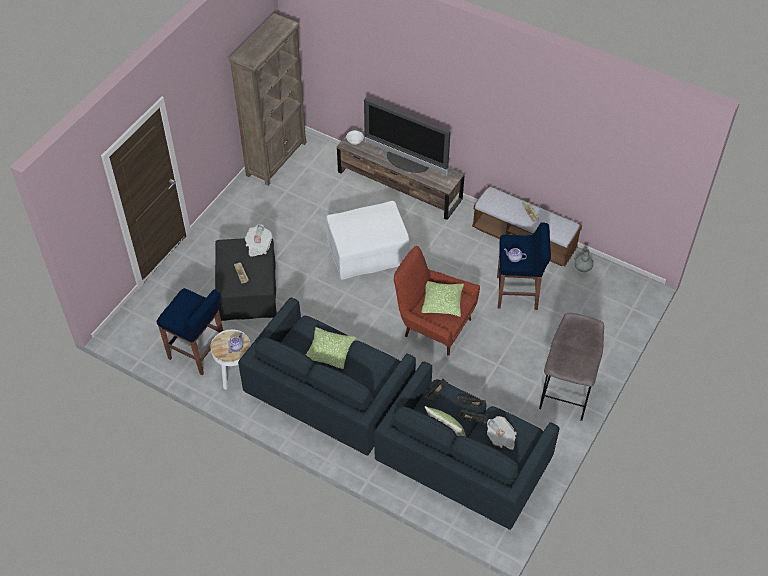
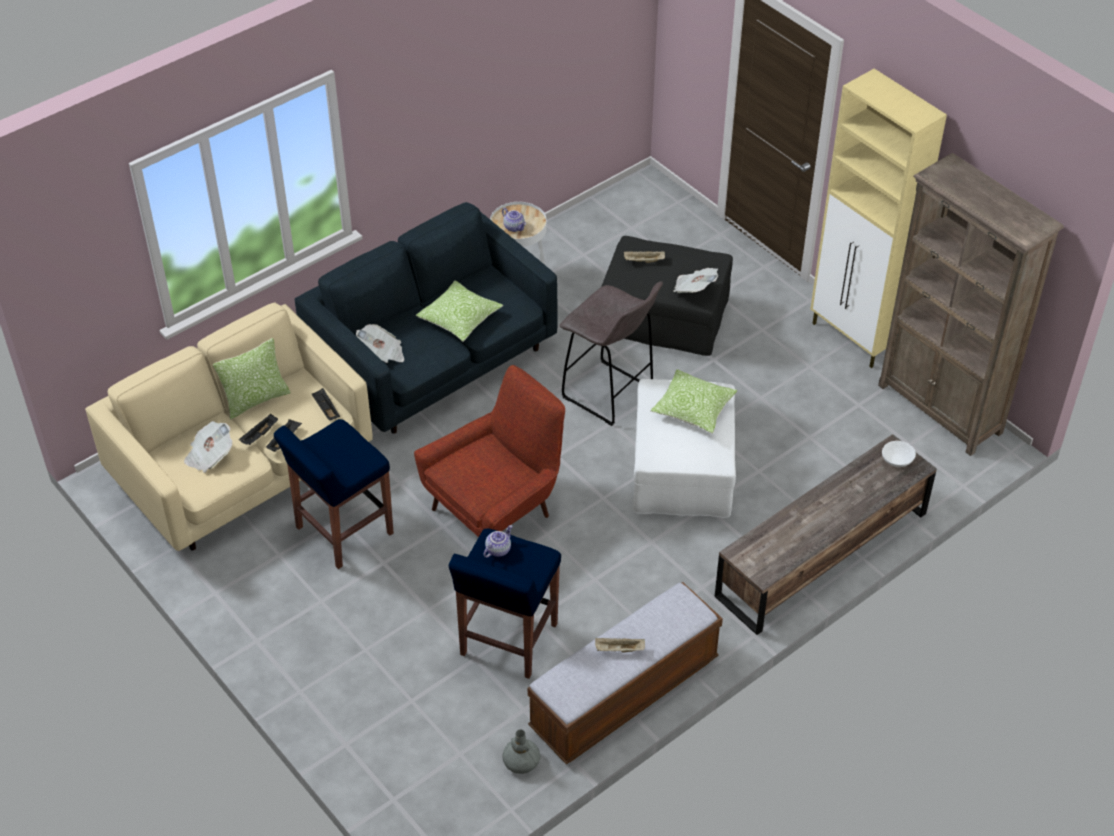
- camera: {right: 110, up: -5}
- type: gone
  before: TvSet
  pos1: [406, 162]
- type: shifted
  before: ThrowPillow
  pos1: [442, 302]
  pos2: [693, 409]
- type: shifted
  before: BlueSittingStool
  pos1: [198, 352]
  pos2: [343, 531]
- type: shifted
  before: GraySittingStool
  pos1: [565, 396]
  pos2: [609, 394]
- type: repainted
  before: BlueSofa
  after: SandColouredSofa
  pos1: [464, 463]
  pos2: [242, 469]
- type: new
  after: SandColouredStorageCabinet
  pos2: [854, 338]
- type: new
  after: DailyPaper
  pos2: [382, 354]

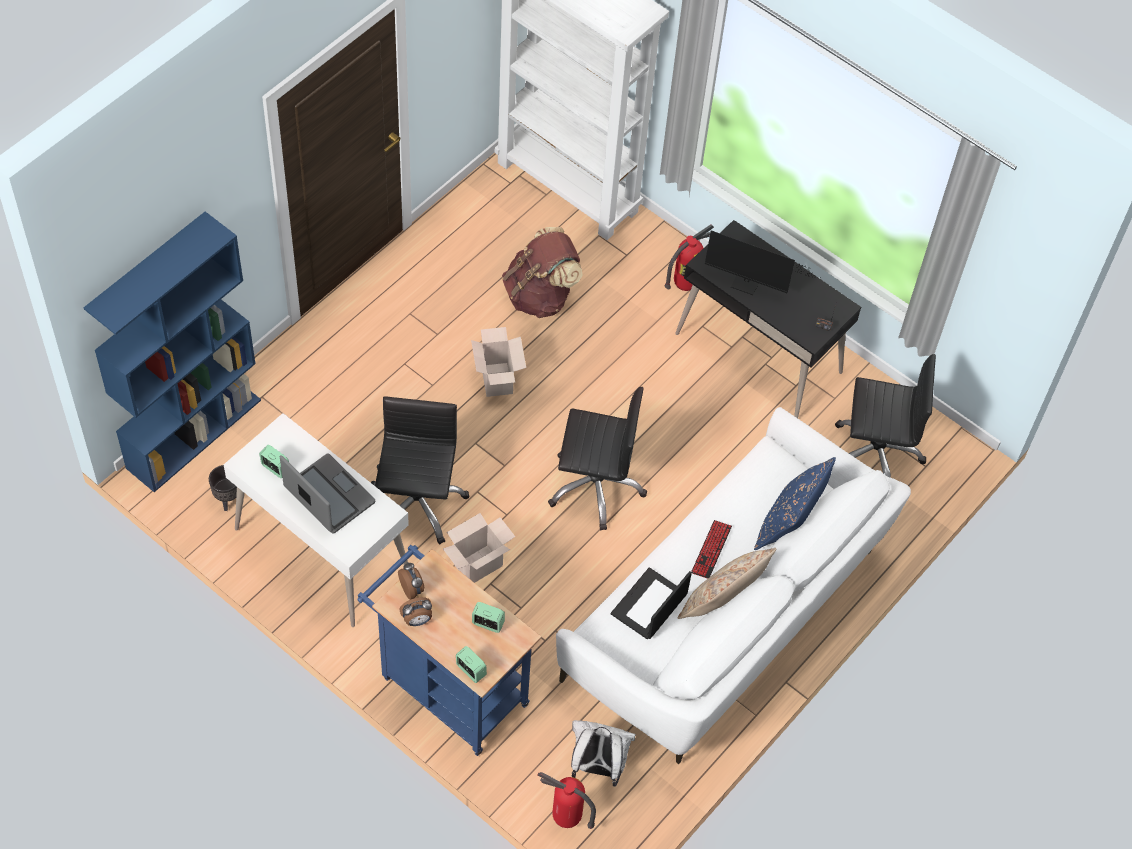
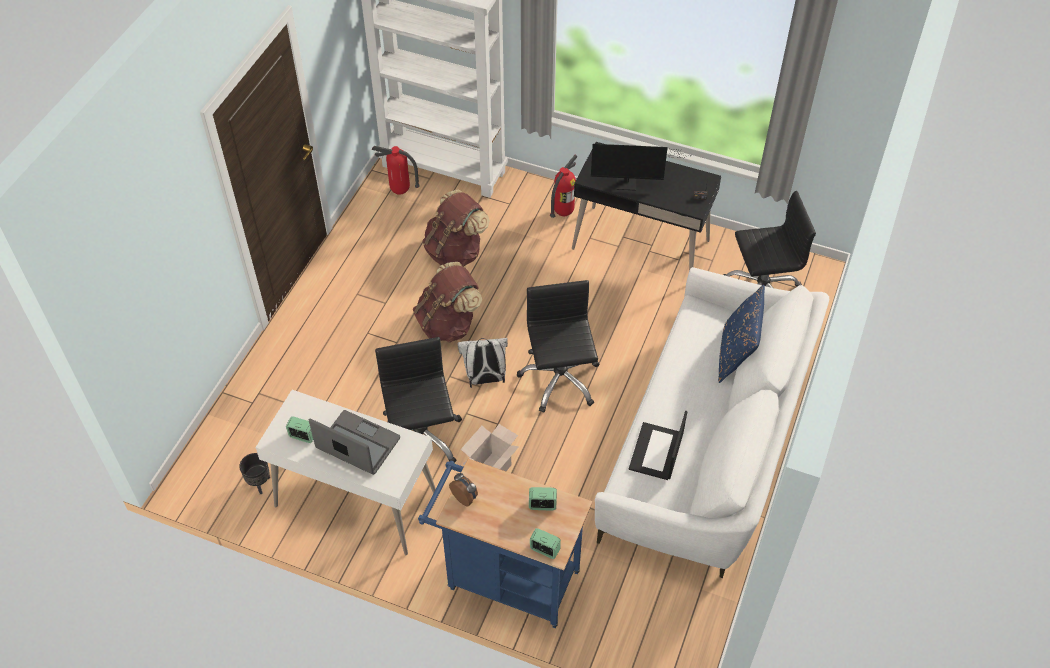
- camera: {right: -15, up: -5}
- type: gone
  before: BlueBookshelf
  pos1: [194, 433]
- type: swapped
  before: Carton
  after: BrownColouredRucksack
  pos1: [498, 381]
  pos2: [448, 324]
- type: rotated
  before: BlackColouredOfficeChair
  pos1: [595, 486]
  pos2: [559, 380]
  turn: -90
- type: gone
  before: PcKeyboard
  pos1: [711, 550]
- type: gone
  before: SandColouredThrowPillow
  pos1: [721, 603]
- type: gone
  before: TableClock
  pos1: [417, 620]
- type: shifted
  before: WhiteColouredRucksack
  pos1: [597, 767]
  pos2: [485, 379]
- type: shifted
  before: FireExtinguisher
  pos1: [566, 819]
  pos2: [400, 191]

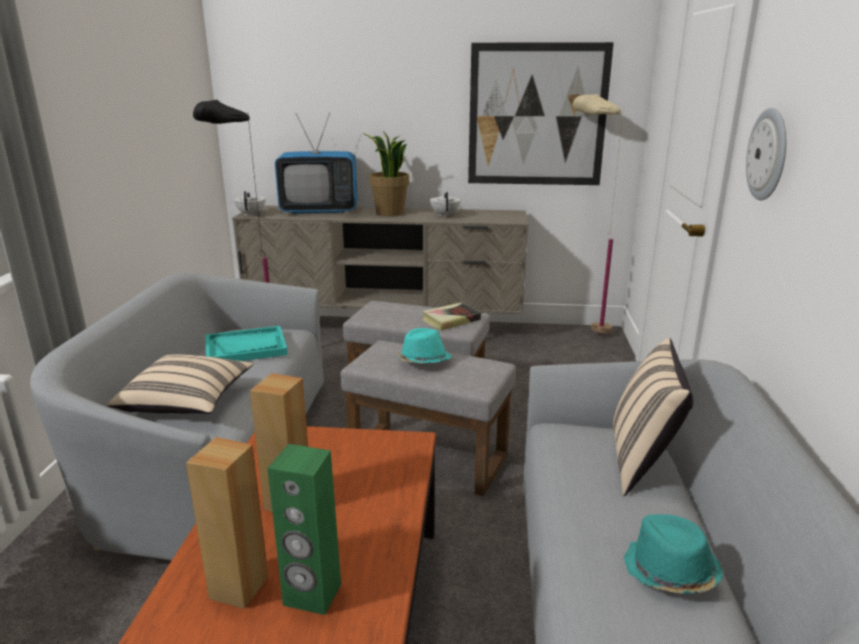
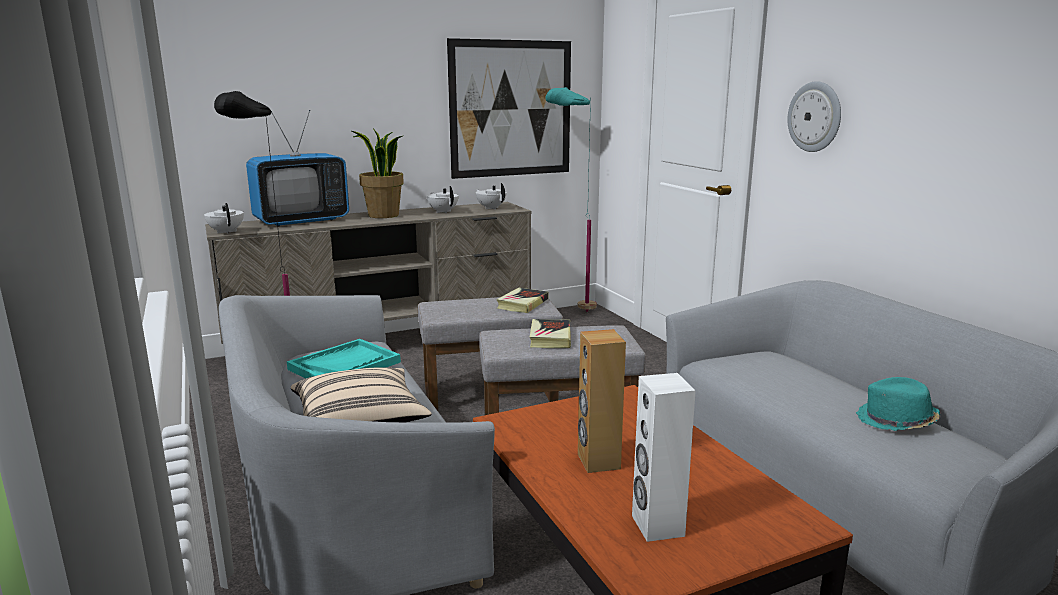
- camera: {right: -30, up: -5}
- type: repainted
  before: SandColouredFloorLamp
  after: TurquoiseFloorLamp
  pos1: [582, 332]
  pos2: [570, 313]
- type: swapped
  before: TurquoiseClothingHat
  after: Volume
  pos1: [423, 362]
  pos2: [550, 338]
- type: gone
  before: SandColouredThrowPillow
  pos1: [642, 462]
- type: repainted
  before: BrownColouredSpeaker
  after: WhiteColouredSpeaker
  pos1: [238, 587]
  pos2: [657, 526]
- type: gone
  before: GreenSpeaker
  pos1: [312, 595]
- type: new
  after: WhiteColouredTeaPot
  pos2: [491, 208]

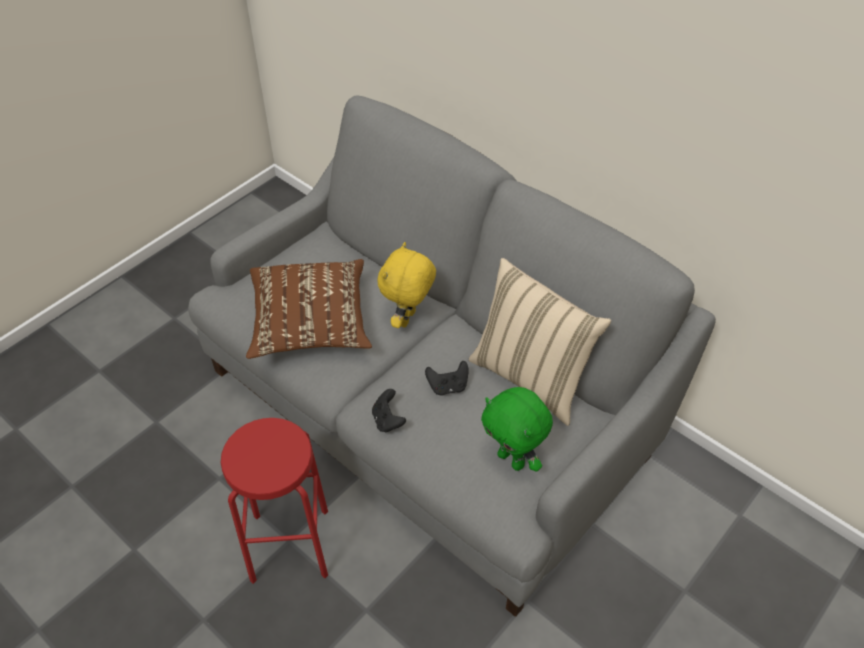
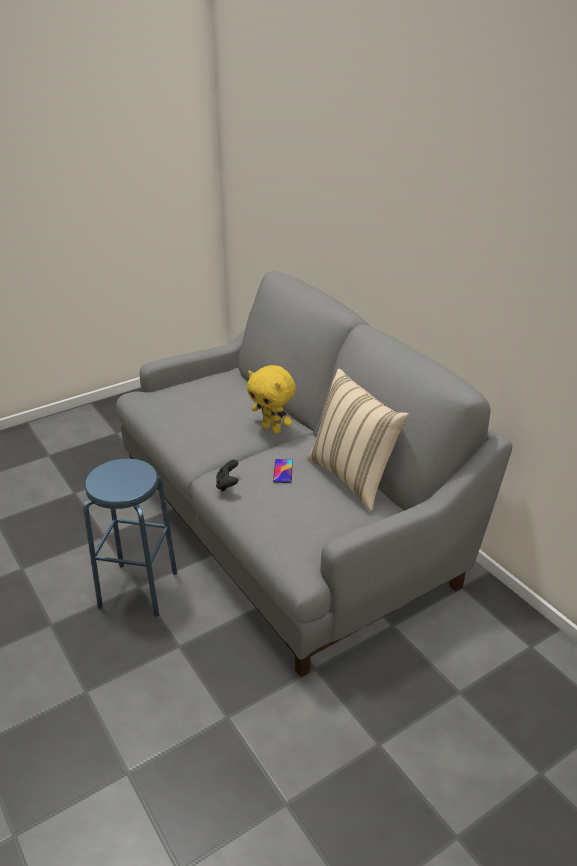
- camera: {right: 15, up: -15}
- type: rotated
  before: YellowColouredPlushToy
  pos1: [408, 319]
  pos2: [272, 429]
  turn: -90
- type: gone
  before: BrownColouredThrowPillow
  pos1: [310, 323]
- type: swapped
  before: BlackColouredGameController
  after: Handset
  pos1: [448, 386]
  pos2: [283, 471]
- type: gone
  before: GreenPlushToy
  pos1: [512, 459]
- type: repainted
  before: RedSittingStool
  after: BlueSittingStool
  pos1: [290, 544]
  pos2: [138, 589]

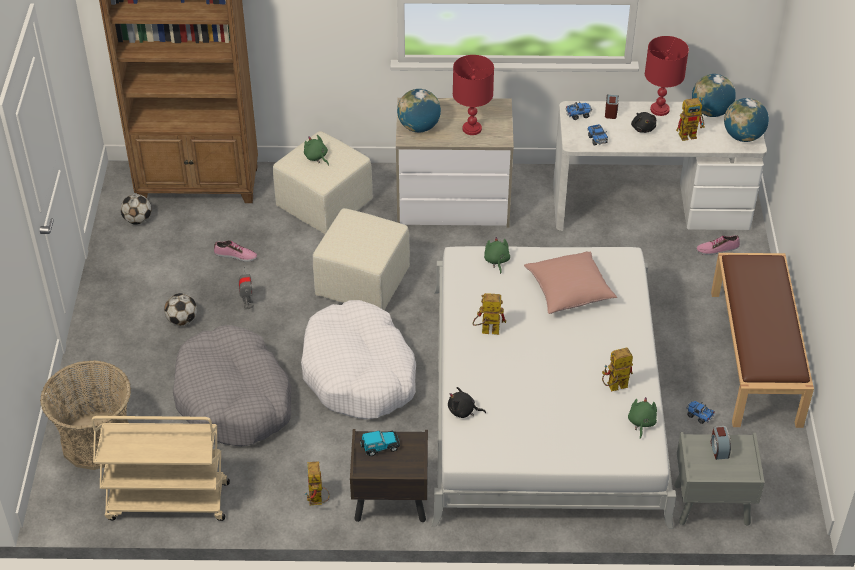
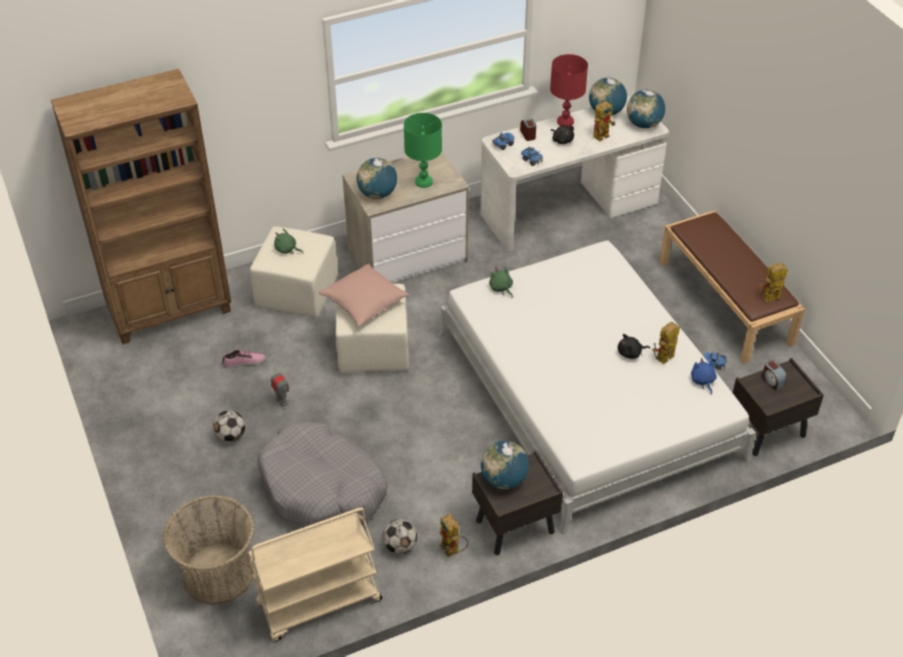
- camera: {right: -25, up: 0}
- type: repainted
  before: RedLampForATable
  after: GreenLampForATable
  pos1: [472, 129]
  pos2: [424, 182]
- type: shifted
  before: FootballBall
  pos1: [138, 220]
  pos2: [400, 546]
- type: gone
  before: ItemOfFootwear
  pos1: [717, 248]
- type: shifted
  before: PinkishThrowPillow
  pos1: [569, 291]
  pos2: [364, 302]
- type: shifted
  before: ToyRobot
  pos1: [486, 331]
  pos2: [768, 299]
- type: gone
  before: WhiteColouredDogBed
  pos1: [359, 373]
- type: shifted
  before: BlackColouredPlushToy
  pos1: [463, 411]
  pos2: [631, 353]
- type: repainted
  before: GreenPlushToy
  after: BluePlushToy
  pos1: [641, 423]
  pos2: [702, 381]
- type: swapped
  before: MiniatureCar
  after: Globe
  pos1: [379, 446]
  pos2: [504, 479]
- type: repainted
  before: GrayBedsideTable
  after: BrownColouredBedsideTable
  pos1: [710, 505]
  pos2: [767, 432]

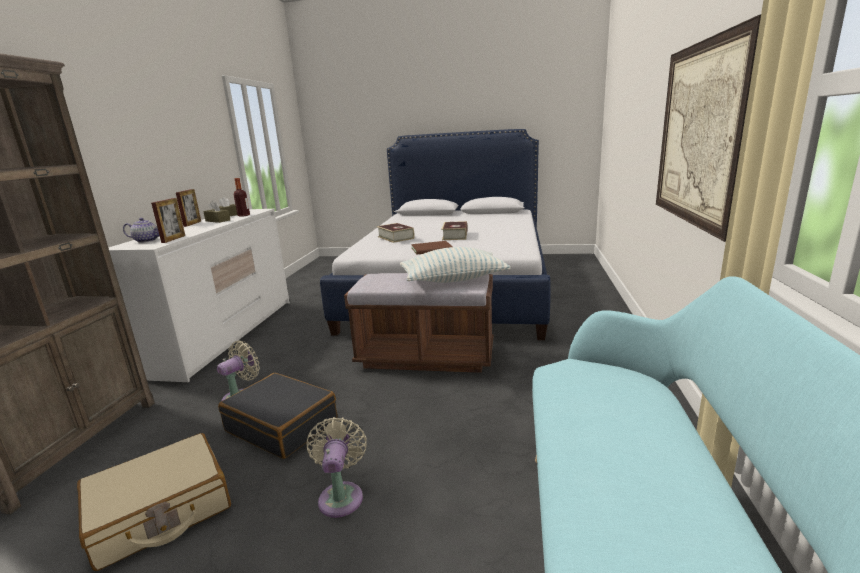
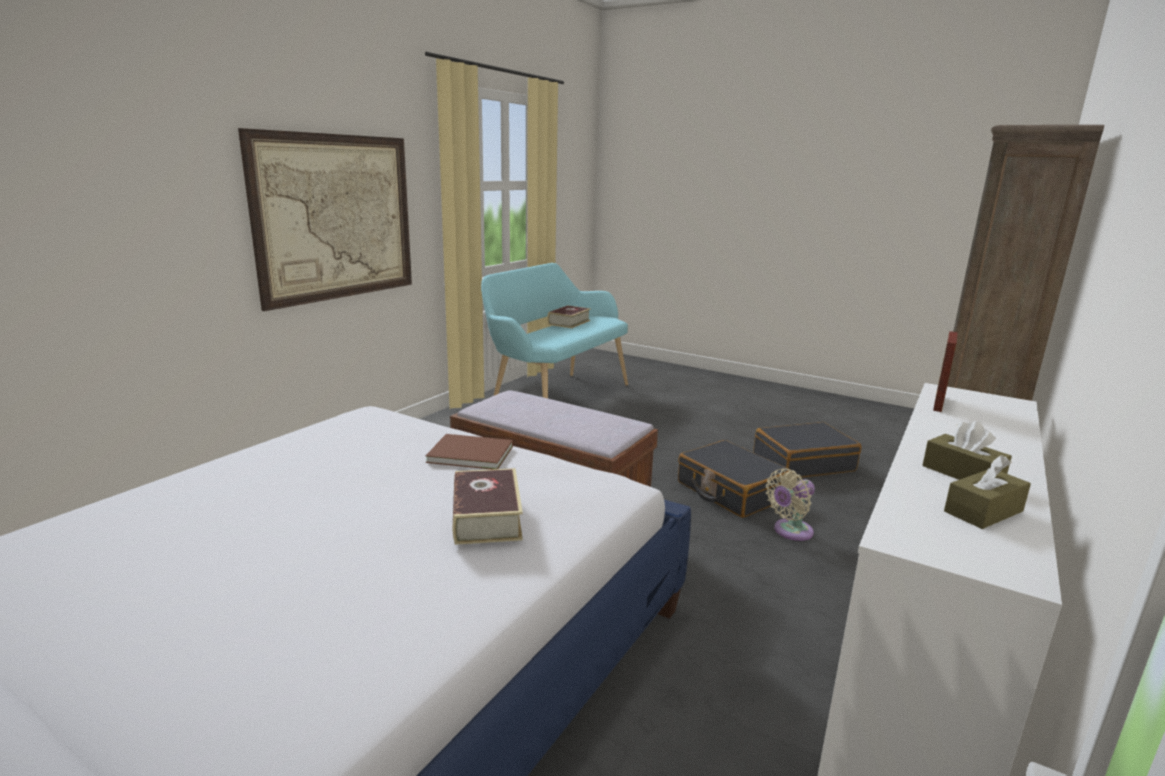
- camera: {right: -160, up: 0}
- type: gone
  before: BeverageBottle
  pos1: [244, 215]
- type: gone
  before: PhotoFrame
  pos1: [192, 224]
- type: gone
  before: TeaPot
  pos1: [147, 240]
- type: shifted
  before: Volume
  pos1: [455, 236]
  pos2: [569, 322]
- type: gone
  before: ThrowPillow
  pos1: [453, 280]
- type: gone
  before: SandColouredCoolingFan
  pos1: [341, 495]
- type: repainted
  before: SandColouredPieceOfLuggage
  after: BlackColouredPieceOfLuggage
  pos1: [160, 511]
  pos2: [803, 462]

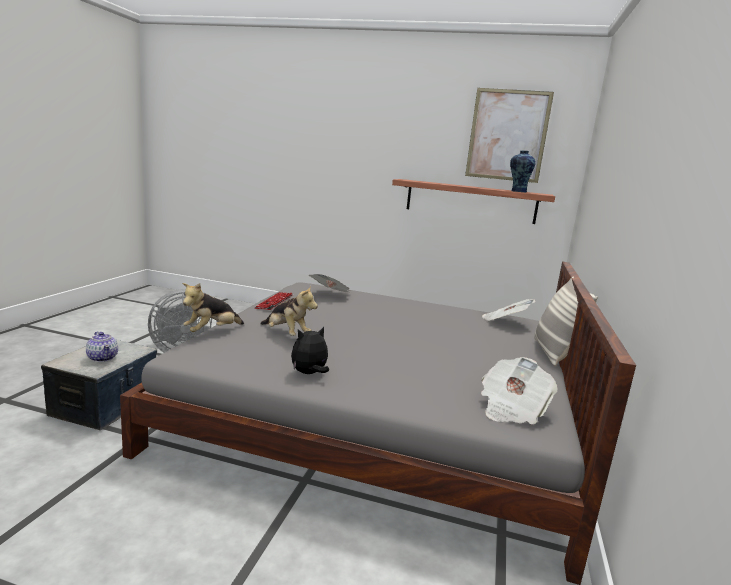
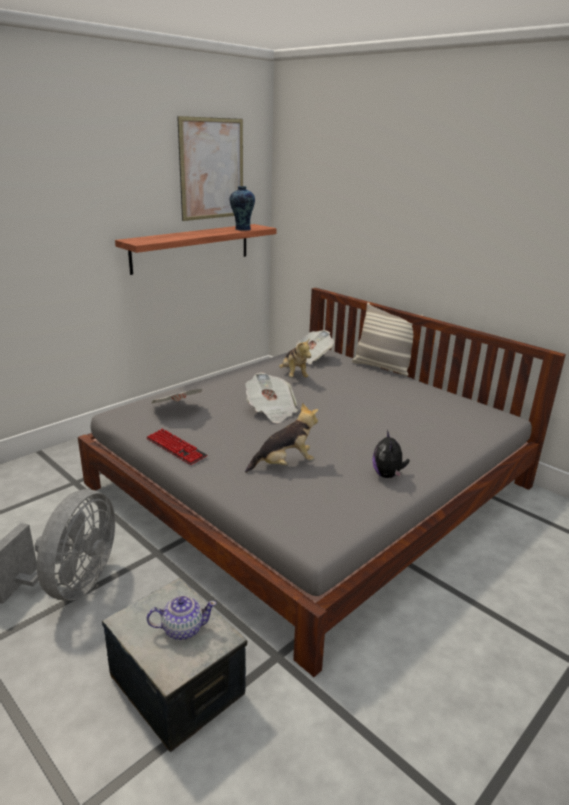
- camera: {right: -60, up: 10}
- type: shifted
  before: PlushToy
  pos1: [212, 331]
  pos2: [293, 375]
- type: shifted
  before: DailyPaper
  pos1: [512, 408]
  pos2: [271, 411]

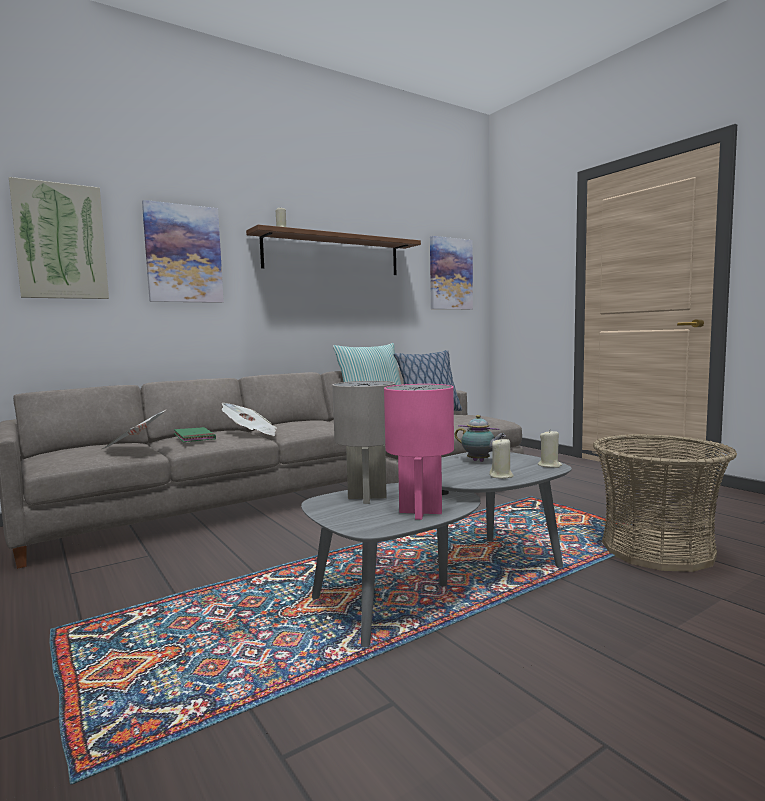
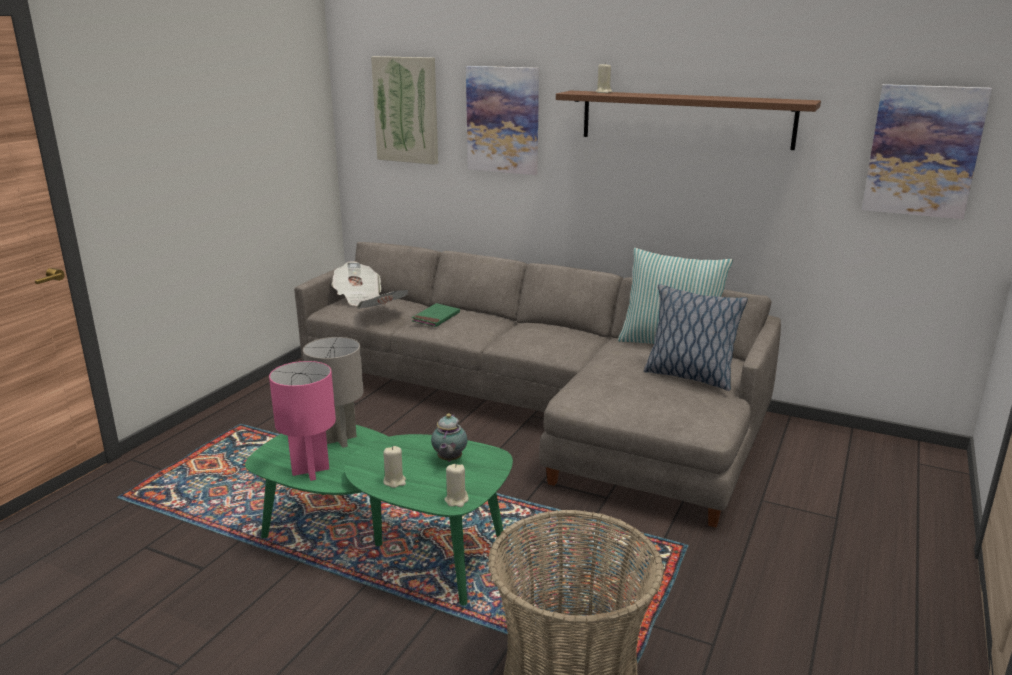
- camera: {right: 60, up: 15}
- type: shifted
  before: DailyPaper
  pos1: [251, 434]
  pos2: [358, 297]
- type: repainted
  before: GrayLoungeTable
  after: GreenLoungeTable
  pos1: [444, 583]
  pos2: [384, 544]

